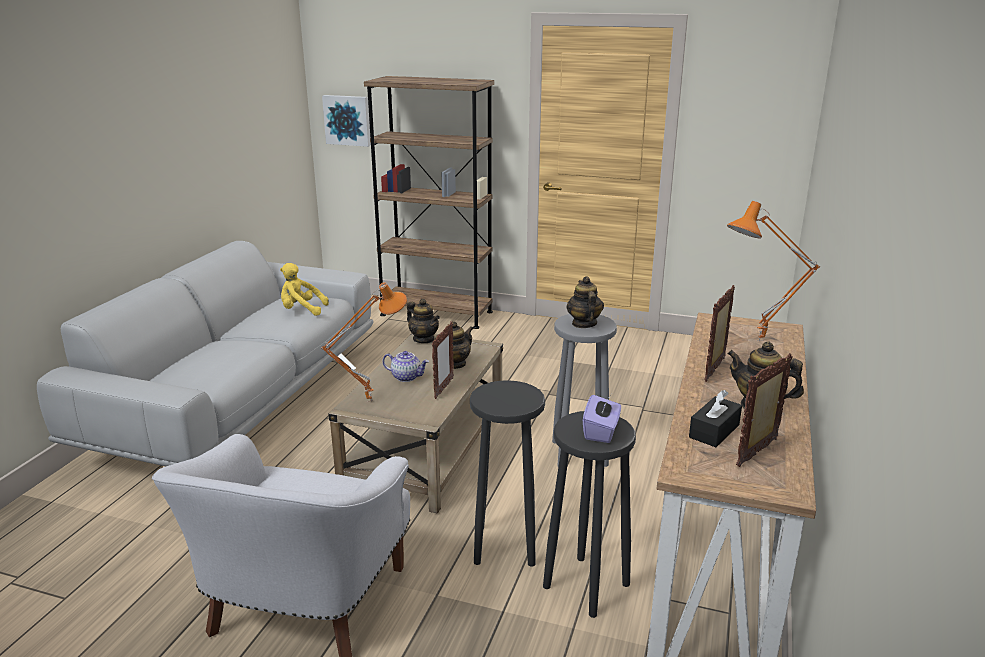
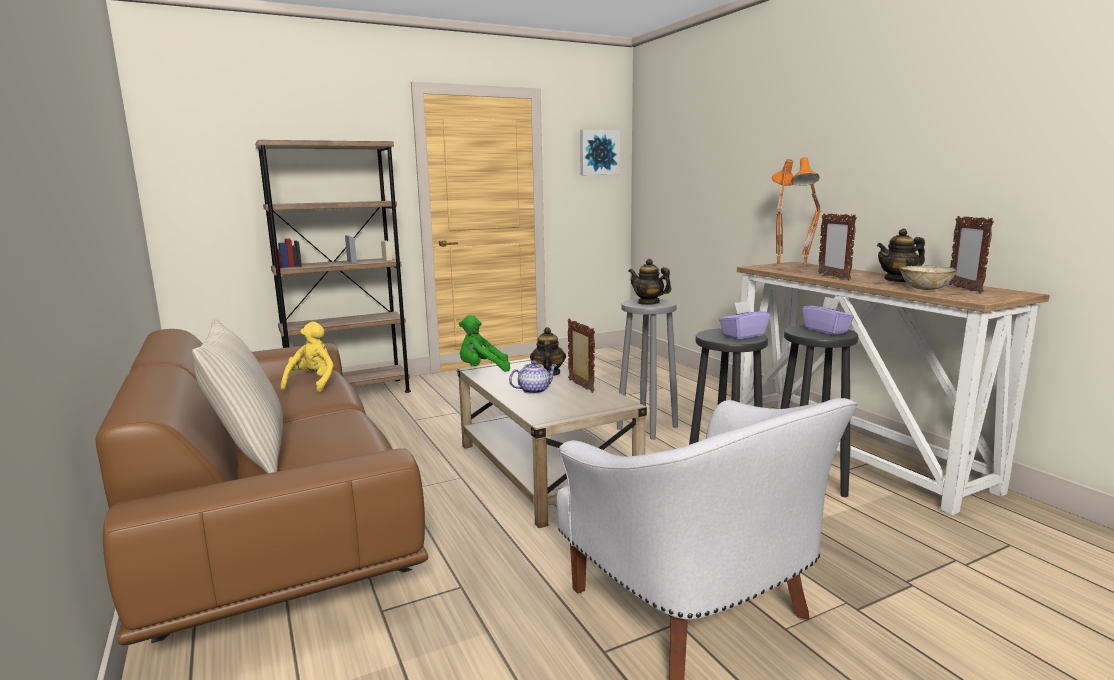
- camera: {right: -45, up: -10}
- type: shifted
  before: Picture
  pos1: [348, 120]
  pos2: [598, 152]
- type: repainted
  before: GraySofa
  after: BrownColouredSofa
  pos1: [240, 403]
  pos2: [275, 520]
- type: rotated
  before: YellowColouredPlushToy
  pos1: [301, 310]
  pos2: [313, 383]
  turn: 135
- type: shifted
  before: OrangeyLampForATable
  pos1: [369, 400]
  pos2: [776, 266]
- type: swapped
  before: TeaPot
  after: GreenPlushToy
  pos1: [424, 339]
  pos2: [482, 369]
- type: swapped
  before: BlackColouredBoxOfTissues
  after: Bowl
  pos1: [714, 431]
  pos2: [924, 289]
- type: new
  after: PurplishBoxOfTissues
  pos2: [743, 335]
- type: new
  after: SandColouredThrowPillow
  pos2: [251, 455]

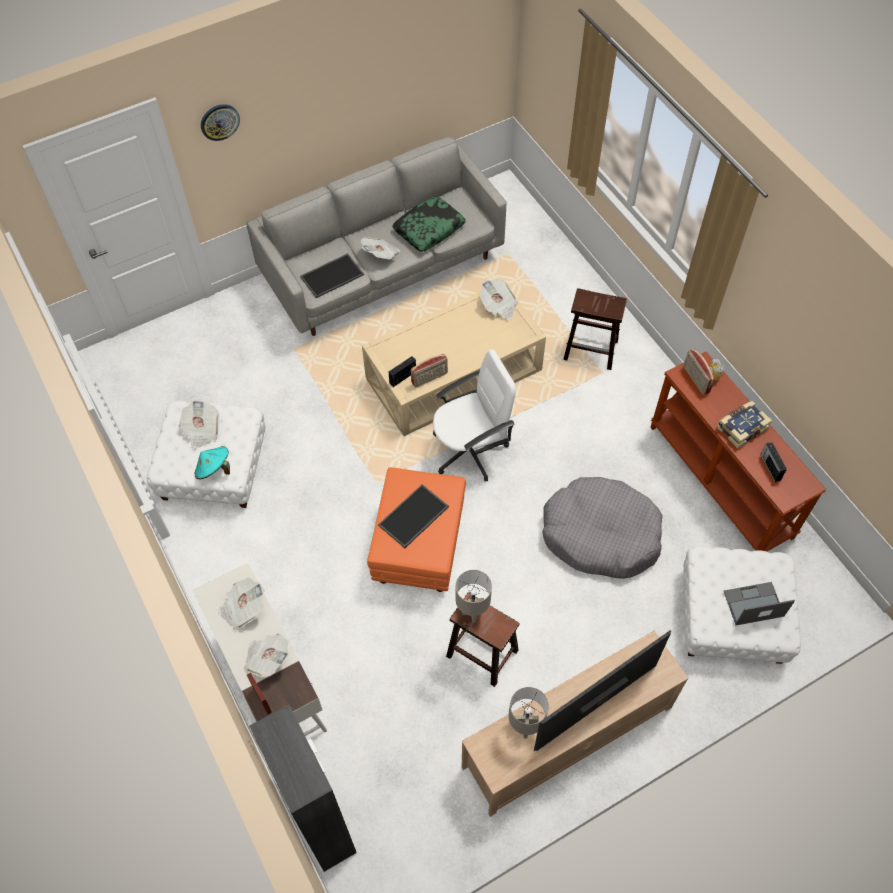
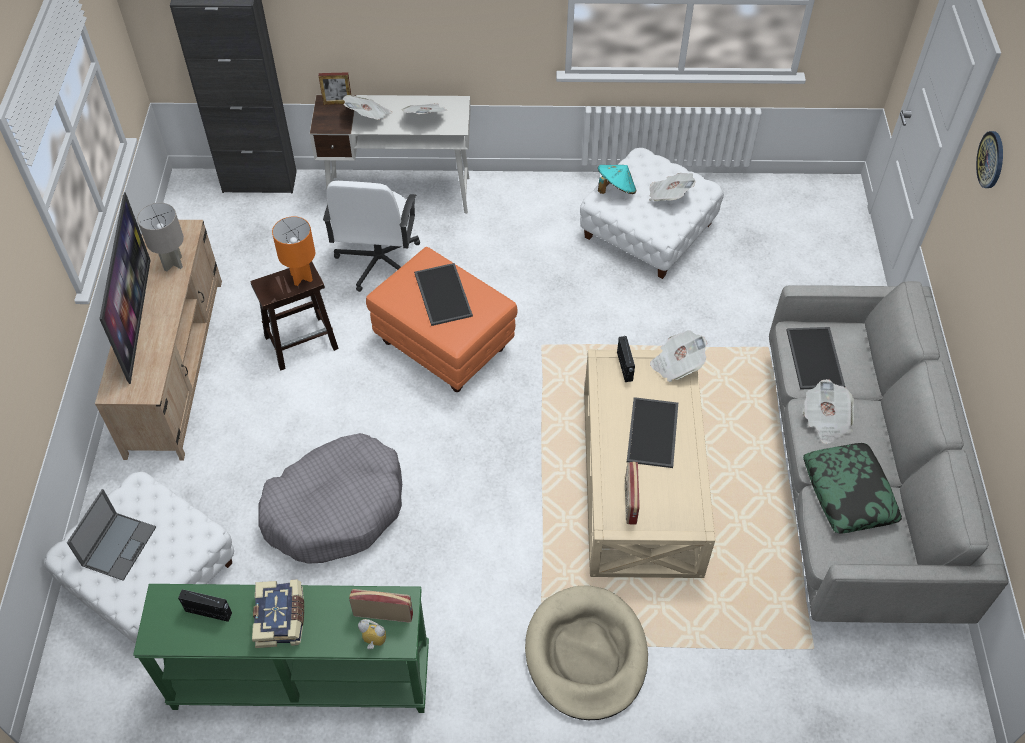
- camera: {right: 120, up: -5}
- type: shifted
  before: DailyPaper
  pos1: [498, 306]
  pos2: [676, 364]
- type: swapped
  before: BrownColouredSittingStool
  after: SandColouredDogBed
  pos1: [591, 350]
  pos2: [586, 654]
- type: shifted
  before: WhiteColouredOfficeChair
  pos1: [470, 450]
  pos2: [378, 261]
- type: repainted
  before: BrownColouredNarrowTable
  after: GreenNarrowTable
  pos1: [721, 481]
  pos2: [301, 680]
- type: shifted
  before: RadioSet
  pos1: [429, 378]
  pos2: [630, 502]
- type: repainted
  before: GrayLampForATable
  after: OrangeyLampForATable
  pos1: [472, 612]
  pos2: [302, 277]
- type: new
  after: Tray
  pos2: [654, 433]

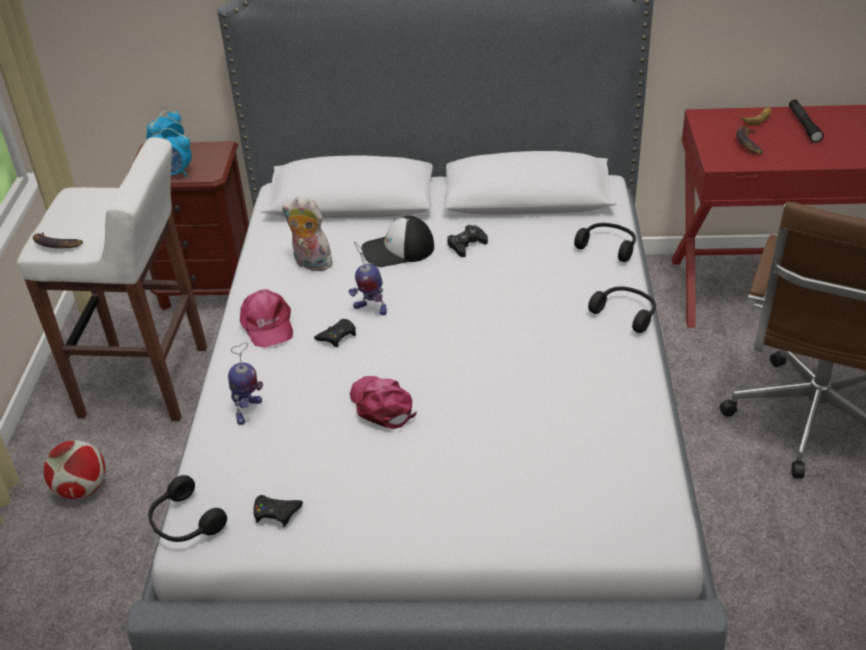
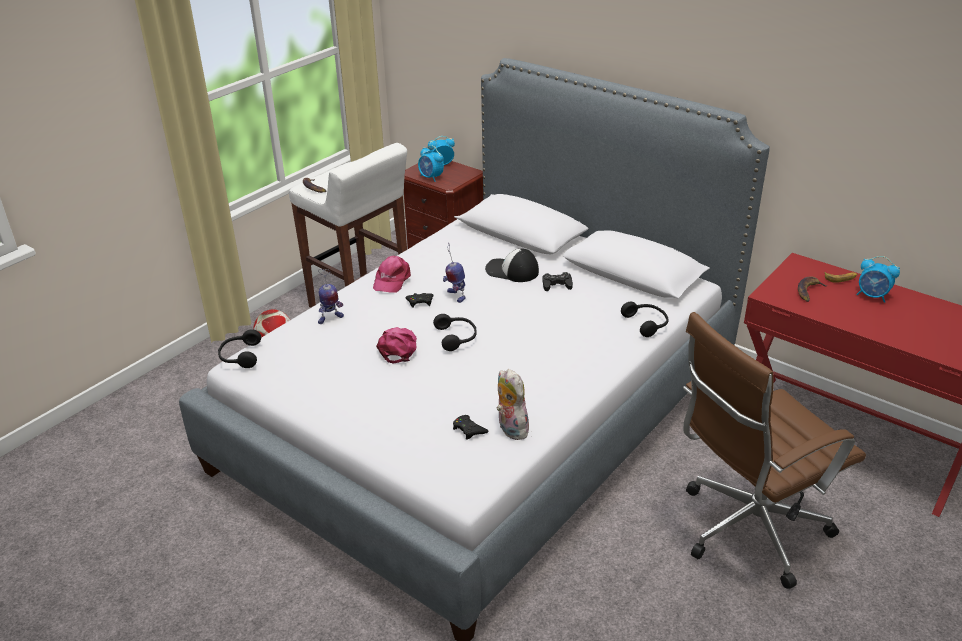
- camera: {right: 35, up: -5}
- type: swapped
  before: BlackColouredTorch
  after: TableClock
  pos1: [803, 125]
  pos2: [872, 296]
- type: shifted
  before: PlushToy
  pos1: [310, 264]
  pos2: [510, 429]
- type: shifted
  before: BlackColouredPairOfHeadphones
  pos1: [625, 313]
  pos2: [457, 337]
- type: shifted
  before: BlackColouredGameController
  pos1: [276, 512]
  pos2: [469, 430]

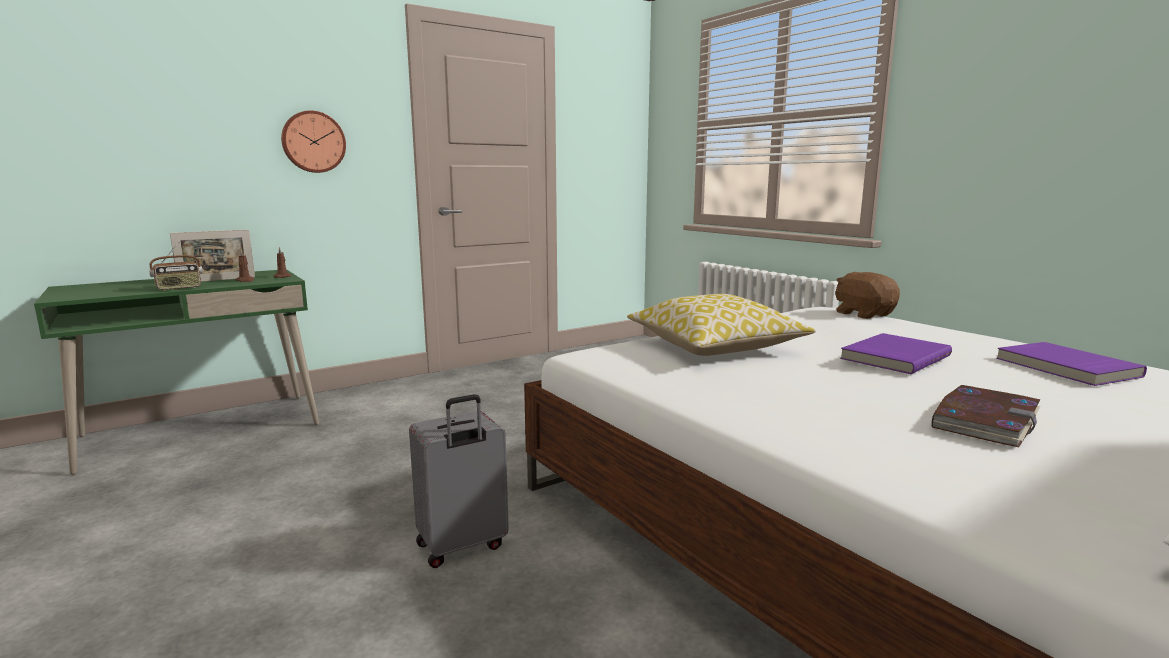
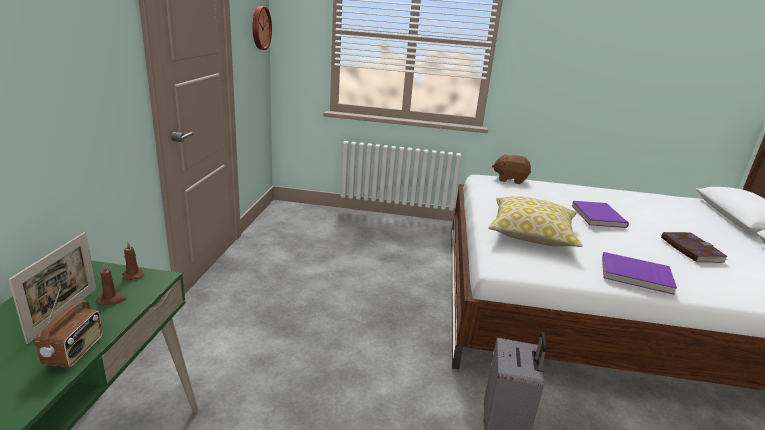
- camera: {right: -50, up: 10}
- type: shifted
  before: HangingClock
  pos1: [313, 142]
  pos2: [260, 28]
- type: shifted
  before: PurplishVolume
  pos1: [1065, 367]
  pos2: [636, 275]

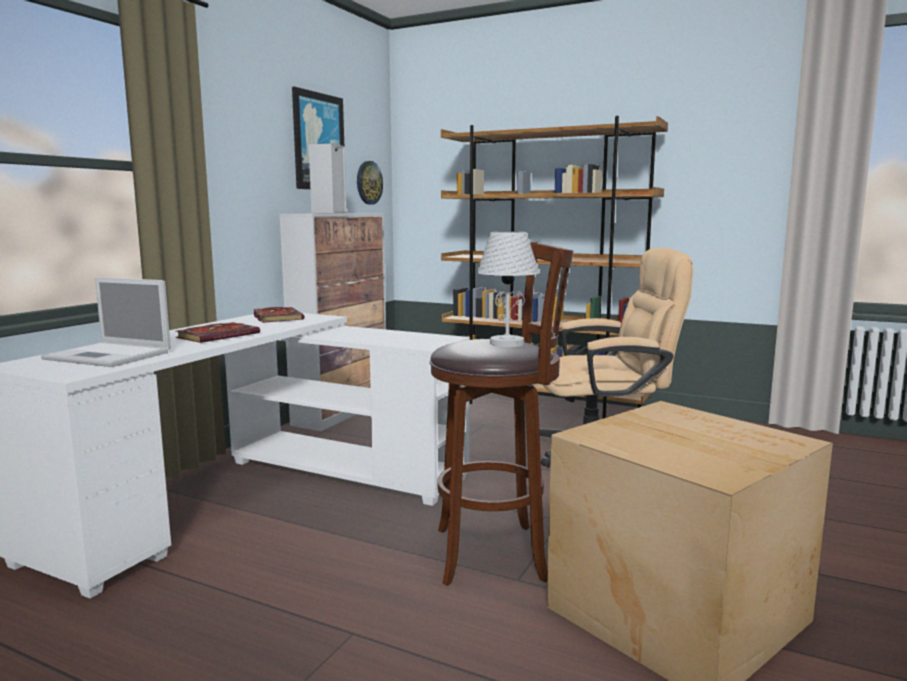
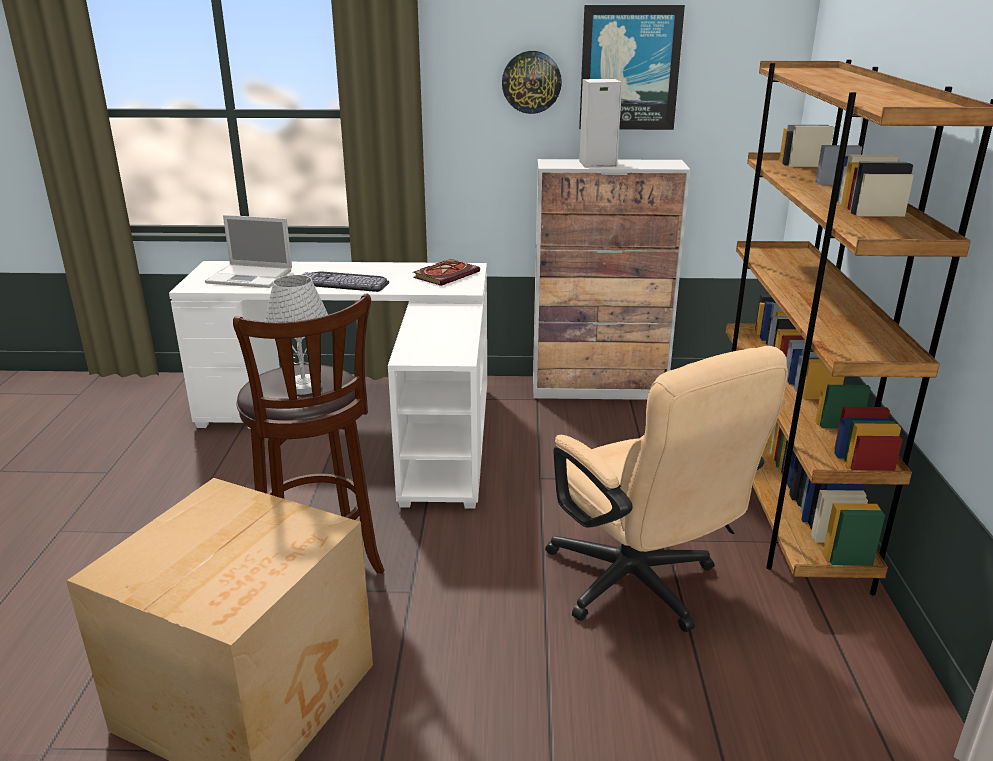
- camera: {right: 65, up: 15}
- type: shifted
  before: HangingClock
  pos1: [368, 182]
  pos2: [531, 82]
- type: rotated
  before: Laptop
  pos1: [110, 355]
  pos2: [251, 277]
  turn: -75
- type: swapped
  before: Volume
  after: PcKeyboard
  pos1: [219, 335]
  pos2: [344, 281]

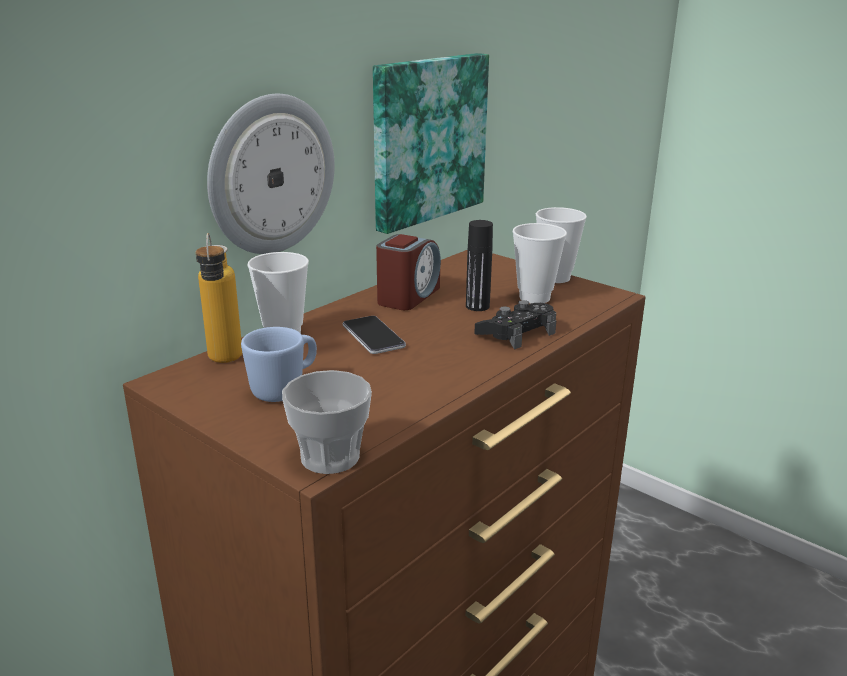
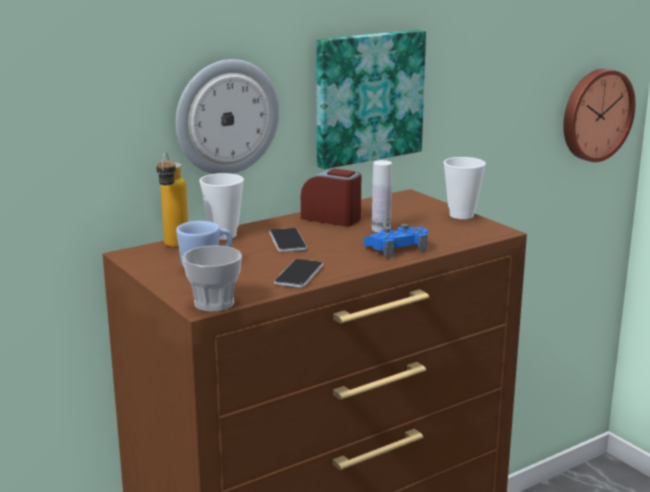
- camera: {right: 15, up: -5}
- type: repainted
  before: BlackColouredBeverageBottle
  after: WhiteColouredBeverageBottle
  pos1: [477, 306]
  pos2: [381, 229]
- type: gone
  before: SmallCup
  pos1: [534, 298]
- type: rotated
  before: TableClock
  pos1: [408, 296]
  pos2: [332, 218]
  turn: -105
- type: repainted
  before: BlackColouredGameController
  after: BlueGameController
  pos1: [516, 333]
  pos2: [397, 249]
- type: new
  after: HangingClock
  pos2: [595, 114]
- type: new
  after: Handset
  pos2: [299, 275]

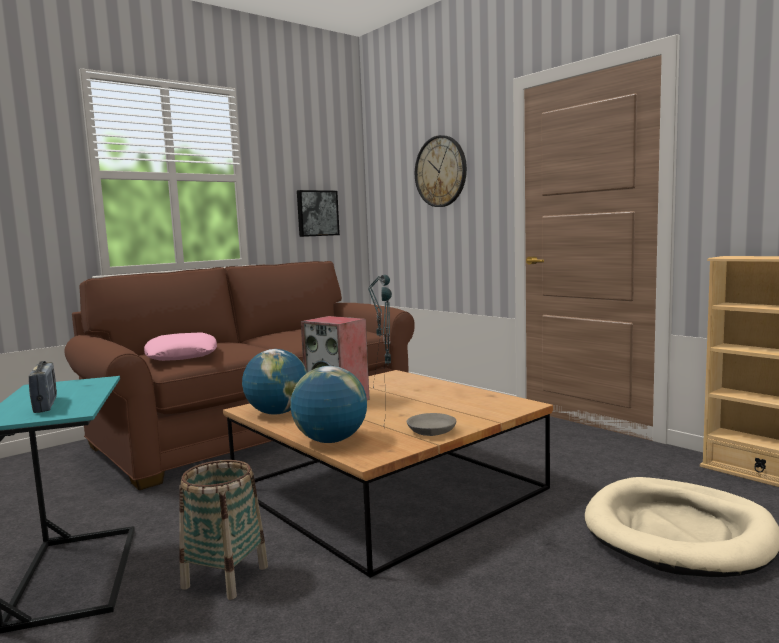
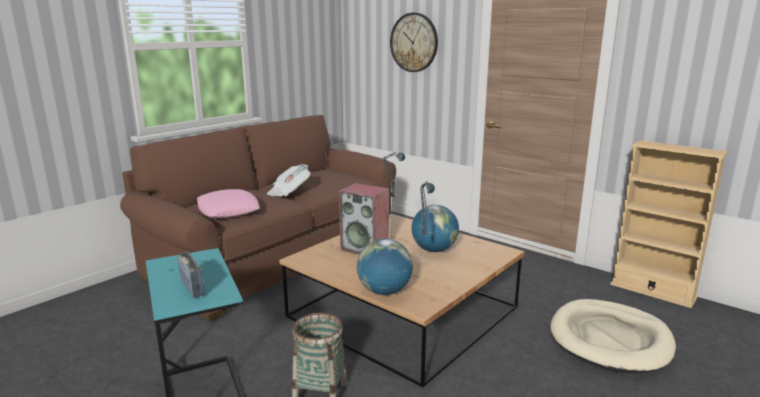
- camera: {right: -10, up: 10}
- type: gone
  before: Picture
  pos1: [317, 213]
- type: shifted
  before: Globe
  pos1: [277, 413]
  pos2: [434, 250]
- type: gone
  before: GrayBowl
  pos1: [430, 431]
- type: new
  after: DailyPaper
  pos2: [289, 192]

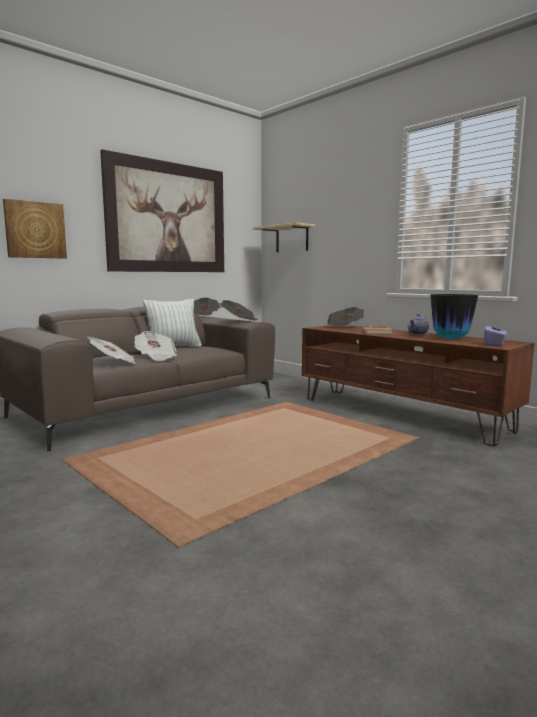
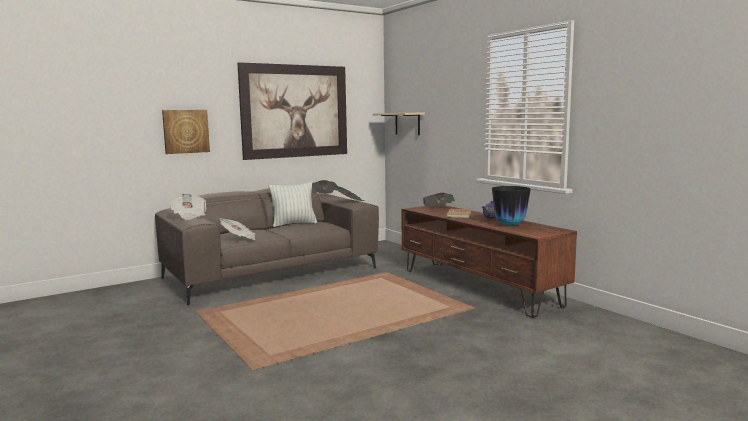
- camera: {right: 10, up: 0}
- type: gone
  before: PurplishBoxOfTissues
  pos1: [494, 344]
- type: shifted
  before: DailyPaper
  pos1: [156, 357]
  pos2: [189, 216]

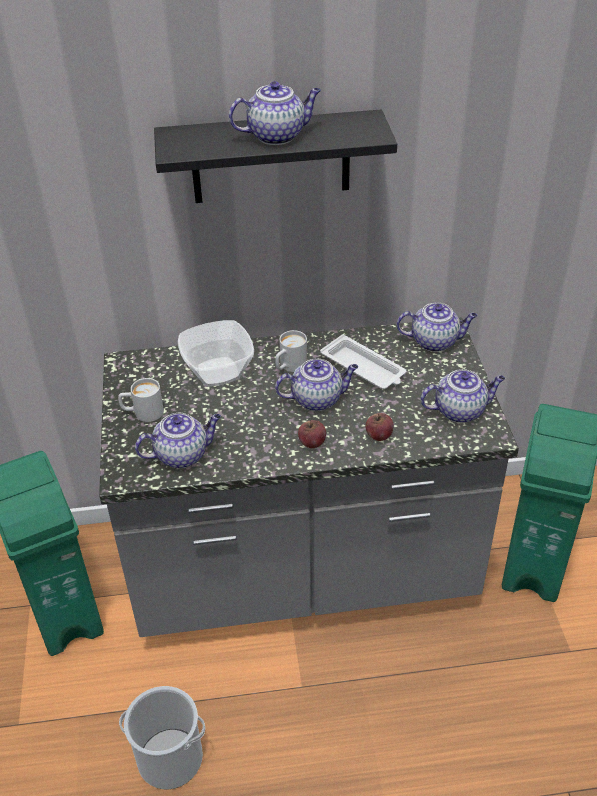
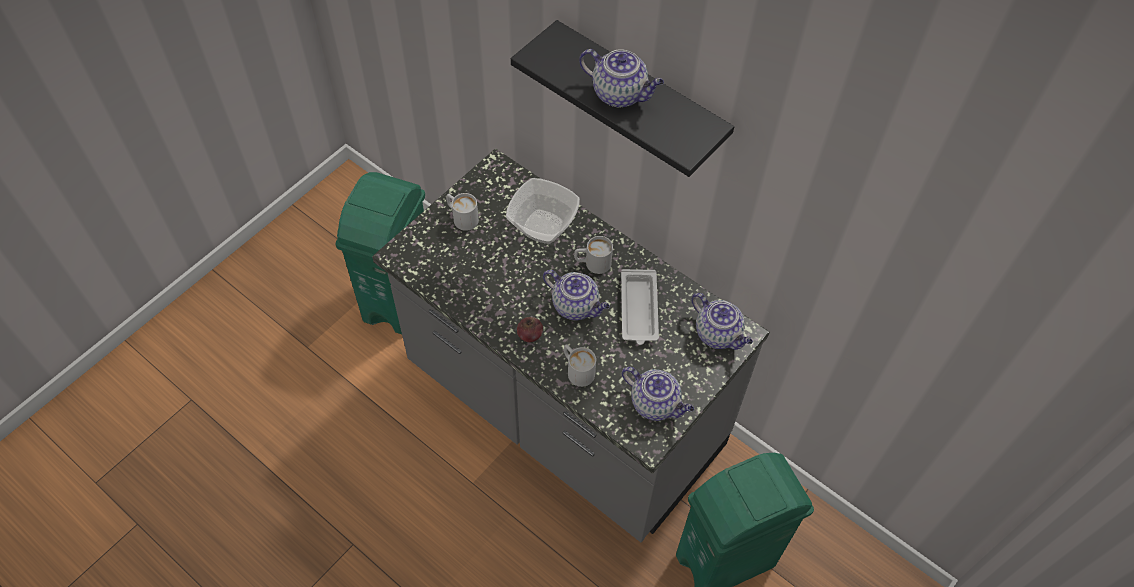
- camera: {right: 45, up: 15}
- type: gone
  before: TeaPot
  pos1: [182, 454]
- type: swapped
  before: WholeApple
  after: WhiteColouredTeaMug
  pos1: [378, 435]
  pos2: [577, 370]
- type: gone
  before: Bucket
  pos1: [170, 758]

